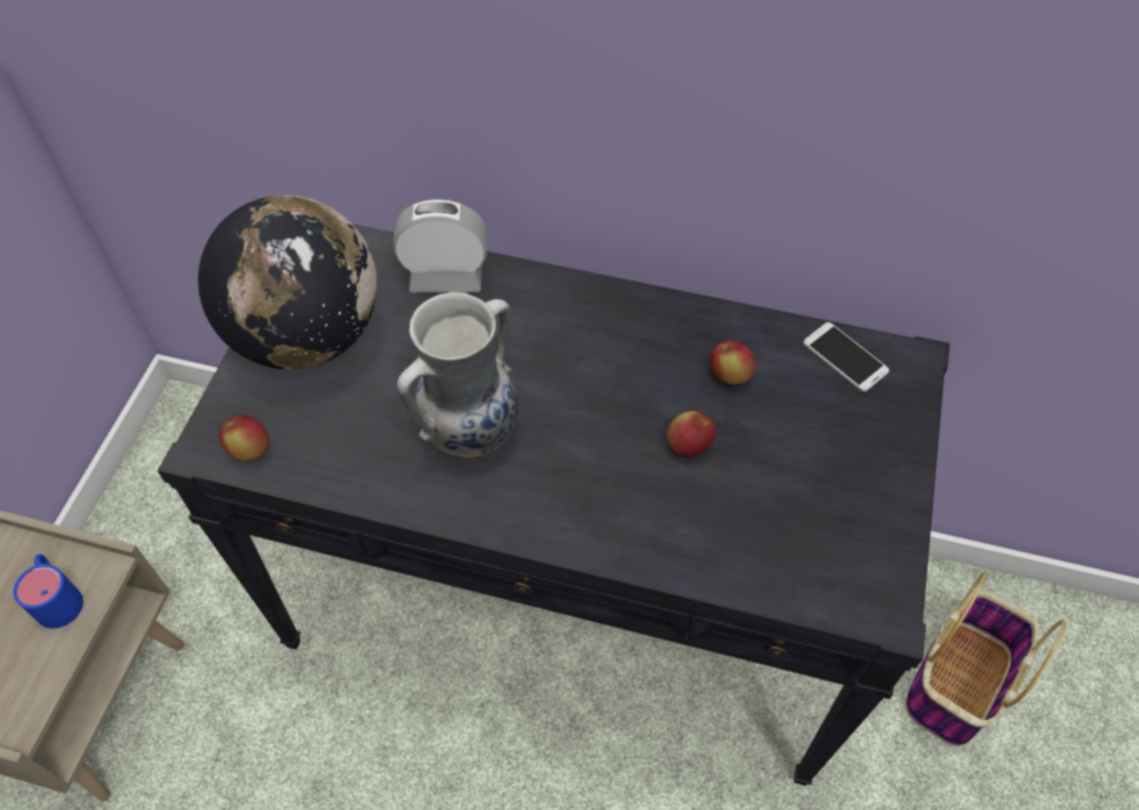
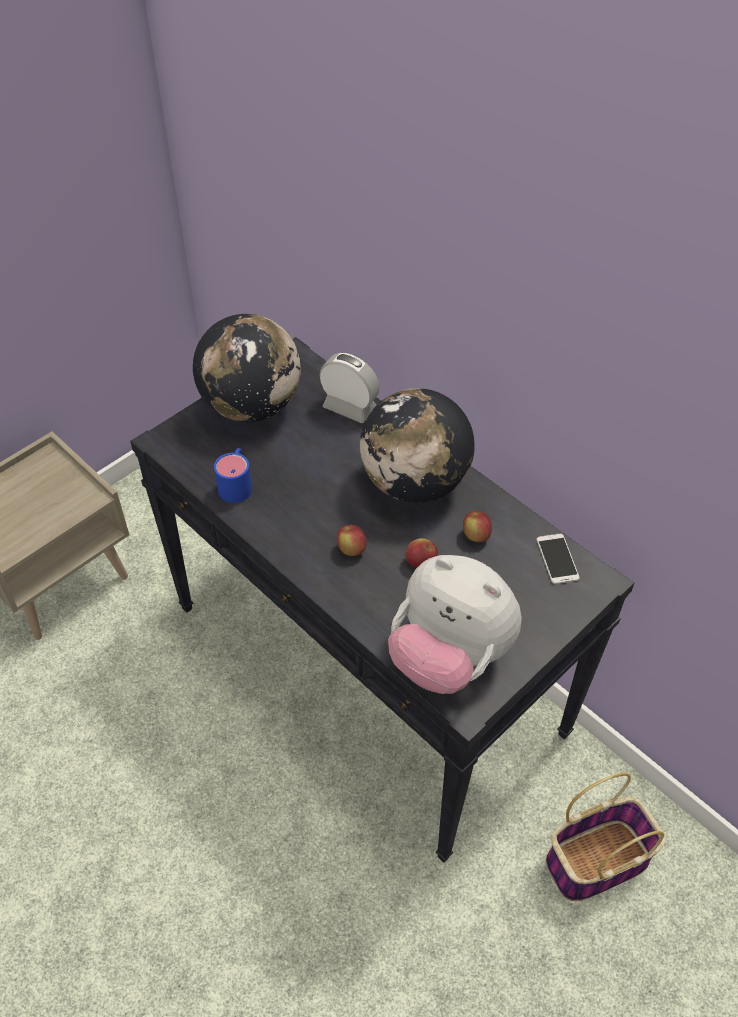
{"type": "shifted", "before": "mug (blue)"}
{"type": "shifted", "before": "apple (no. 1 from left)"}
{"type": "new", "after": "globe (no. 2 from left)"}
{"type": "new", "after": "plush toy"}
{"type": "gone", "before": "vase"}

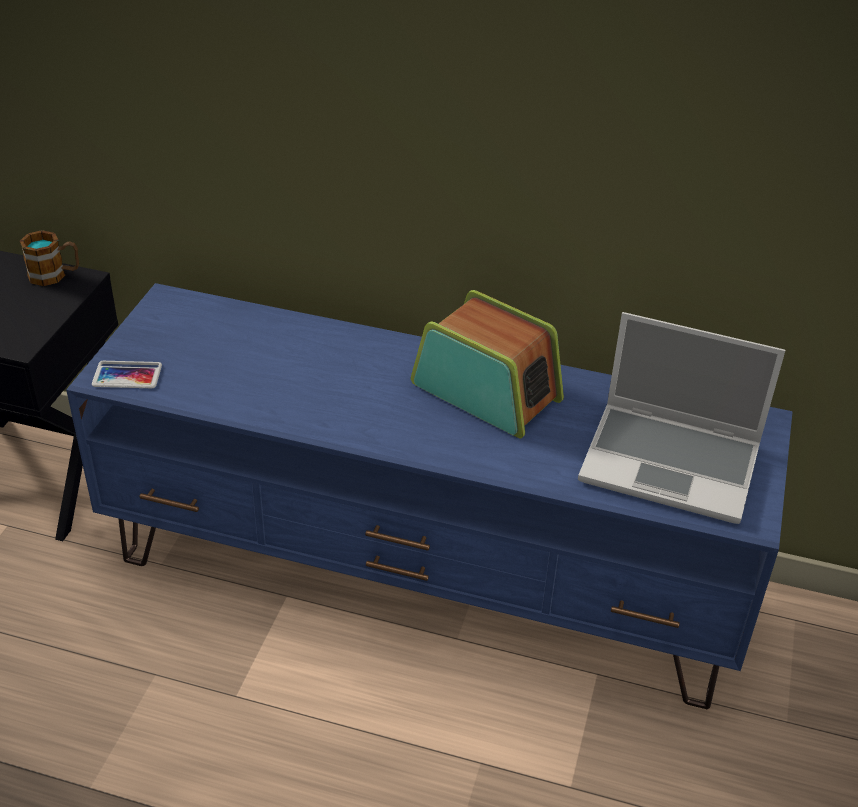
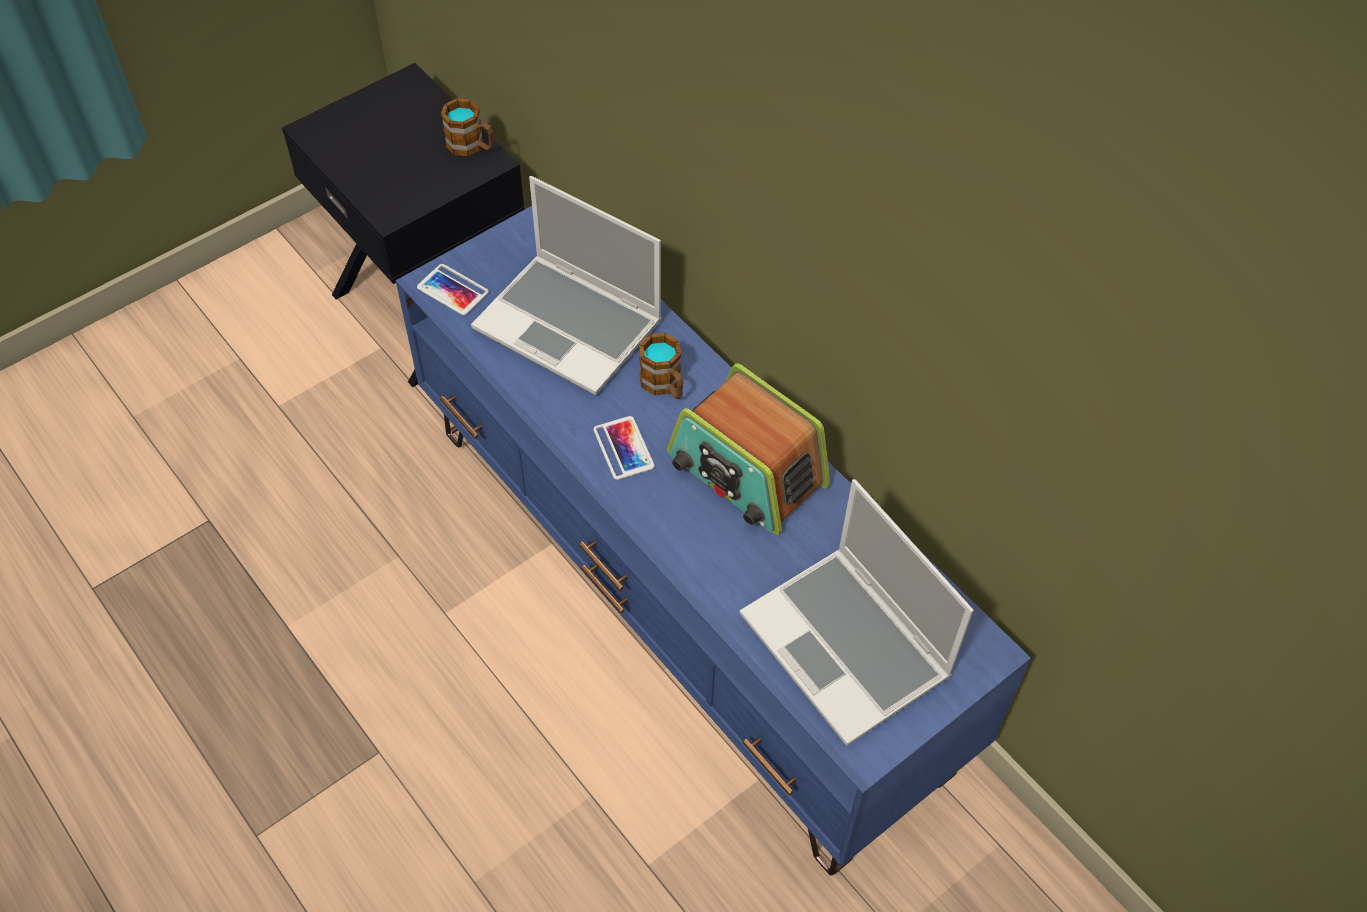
{"type": "new", "after": "laptop (no. 1 from left)"}
{"type": "new", "after": "phone (no. 2 from left)"}
{"type": "new", "after": "mug (no. 2 from left)"}
{"type": "rotated", "before": "radio", "turn": 150}

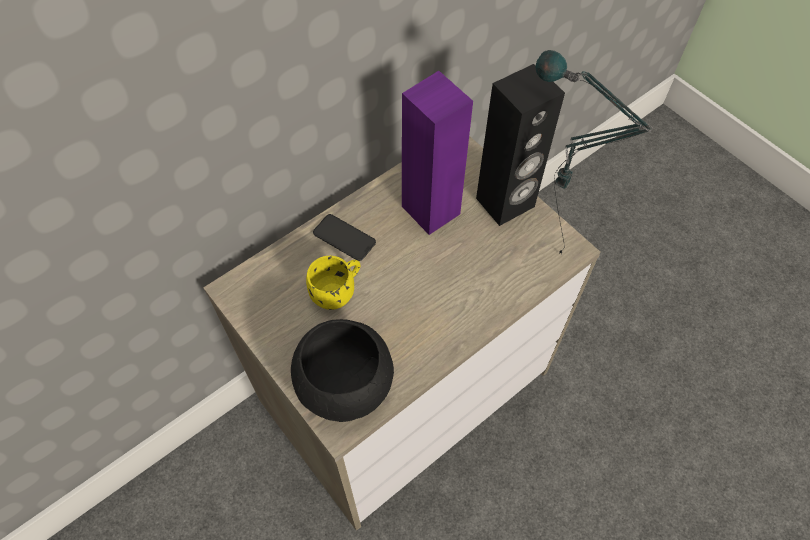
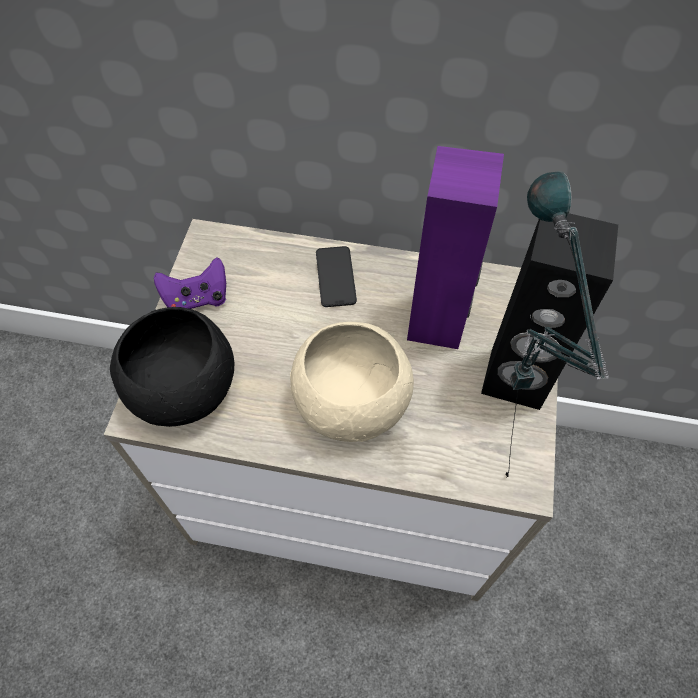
{"type": "new", "after": "game controller (purple)"}
{"type": "new", "after": "bowl (beige)"}
{"type": "gone", "before": "mug (yellow)"}

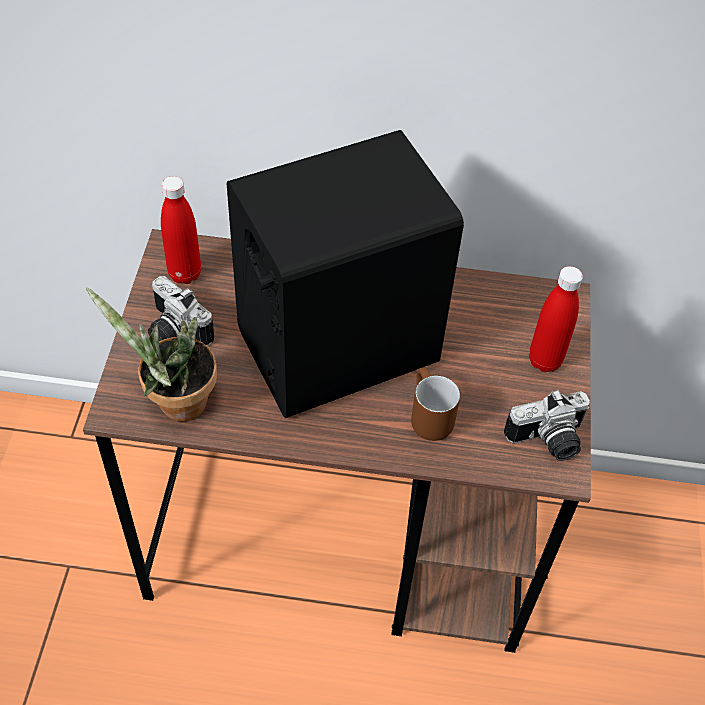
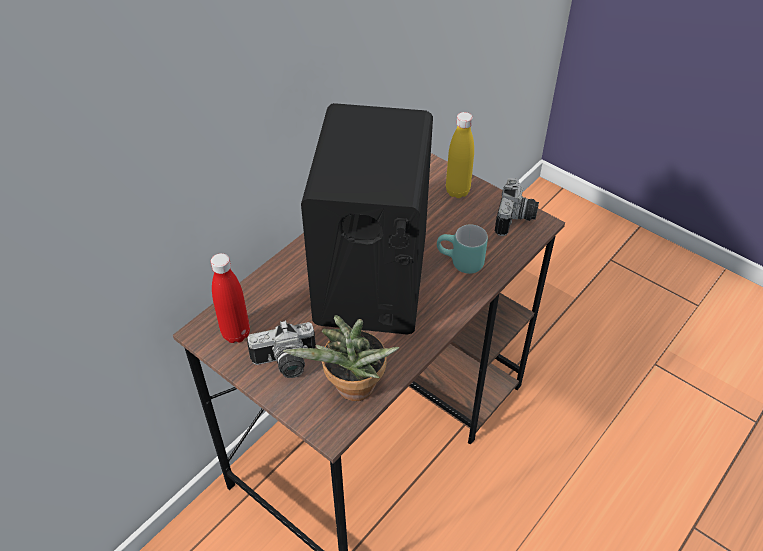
{"type": "repainted", "before": "mug (brown)", "after": "mug (turquoise)"}
{"type": "repainted", "before": "bottle (red) (no. 2 from left)", "after": "bottle (yellow)"}

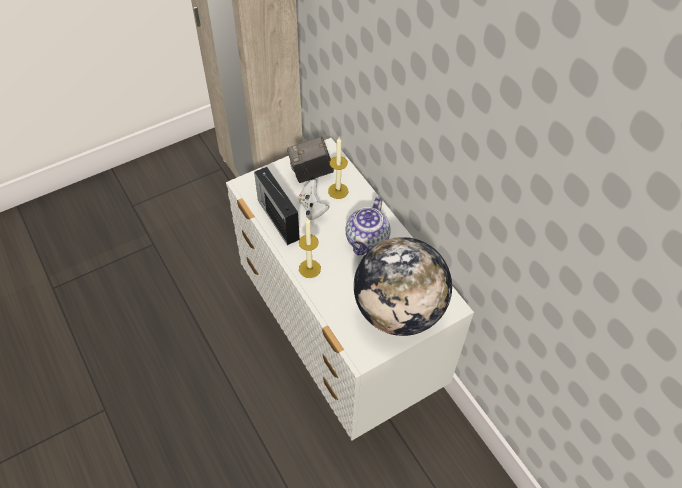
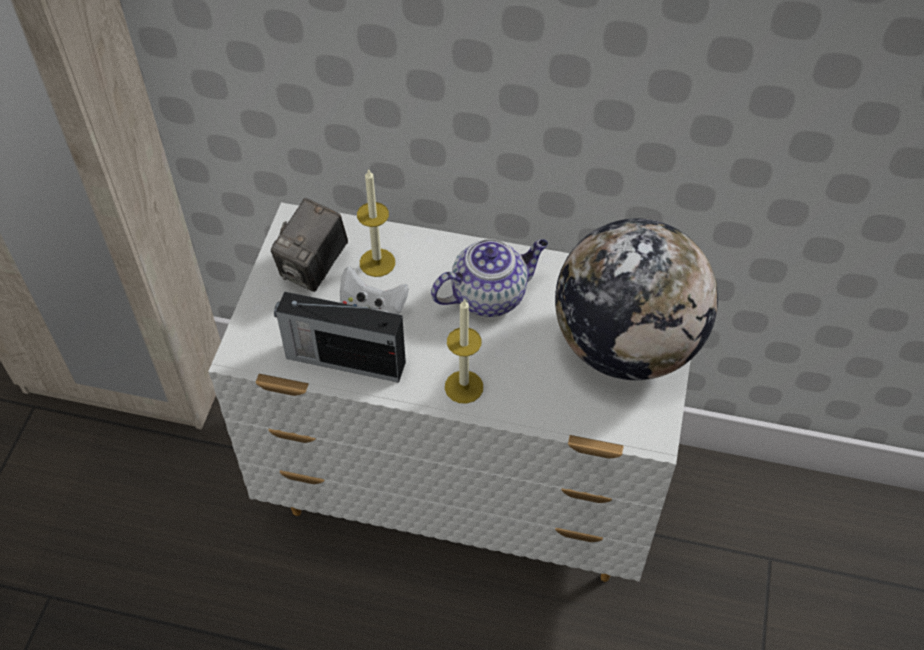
{"type": "rotated", "before": "teapot", "turn": -90}

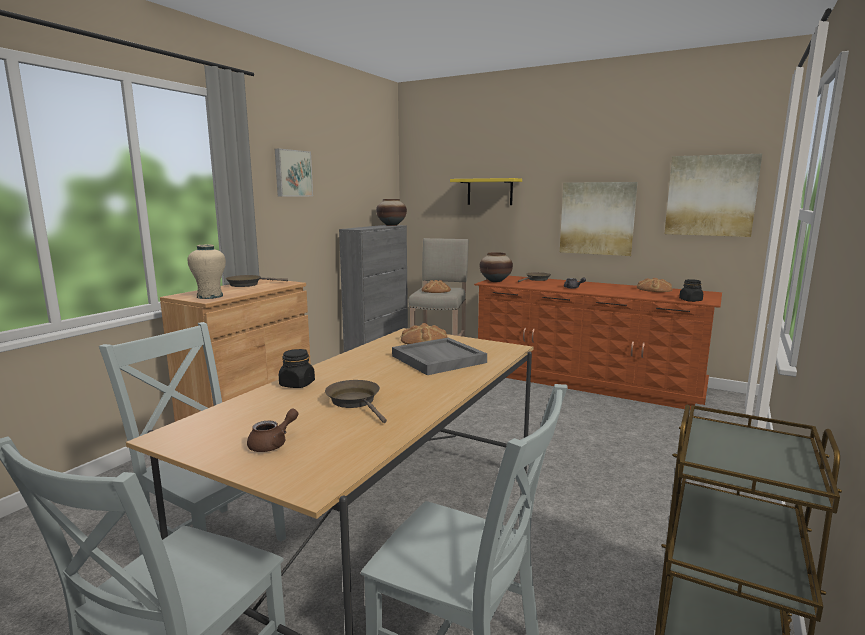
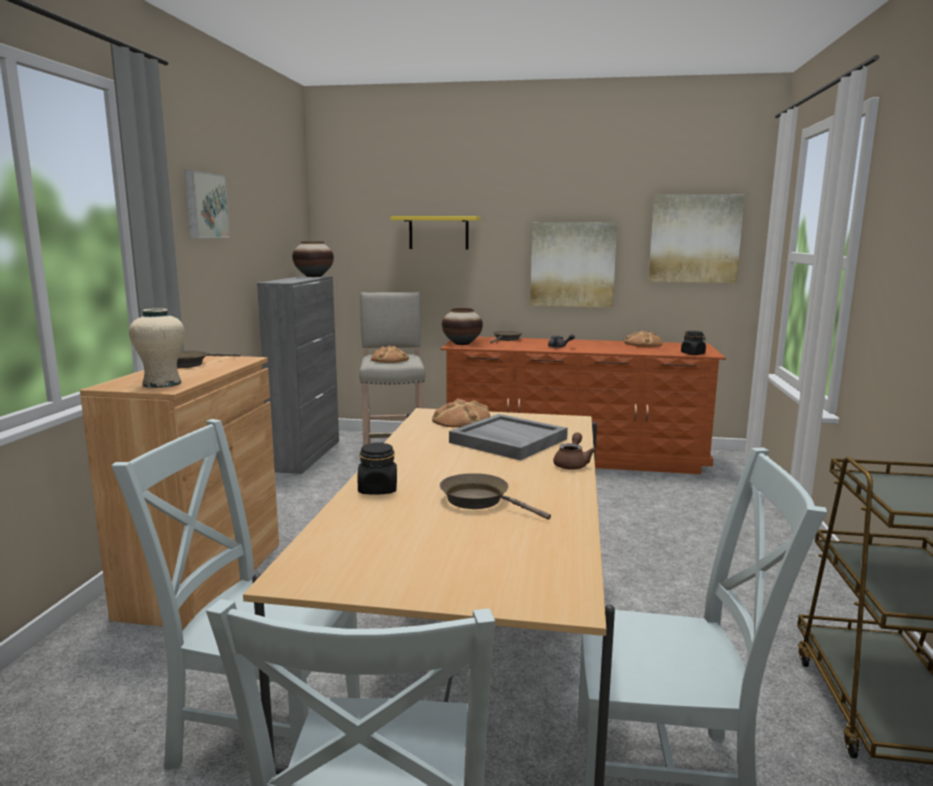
{"type": "shifted", "before": "teapot (brown)"}

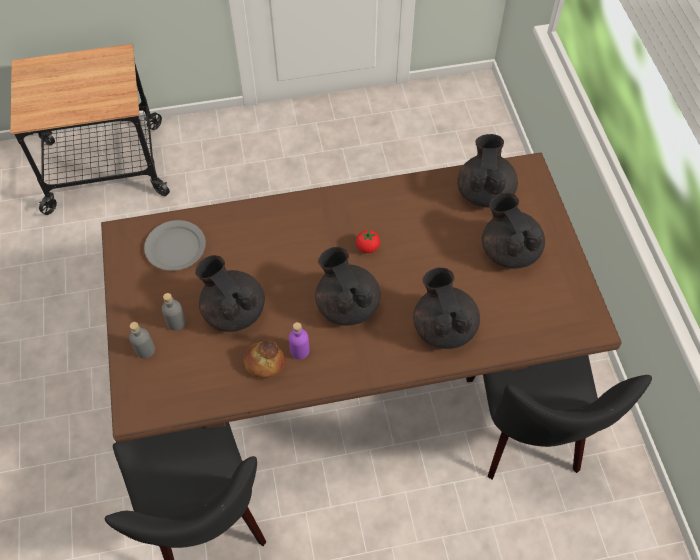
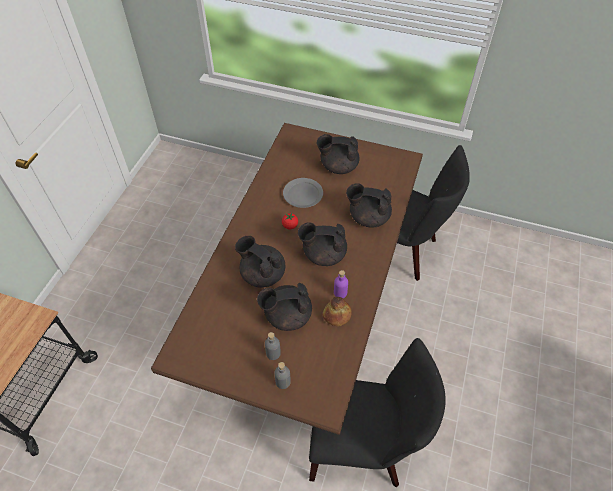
{"type": "shifted", "before": "teapot (black) (no. 4 from left in the first image)", "after": "teapot (black) (no. 1 from left)"}
{"type": "shifted", "before": "plate (grey)"}

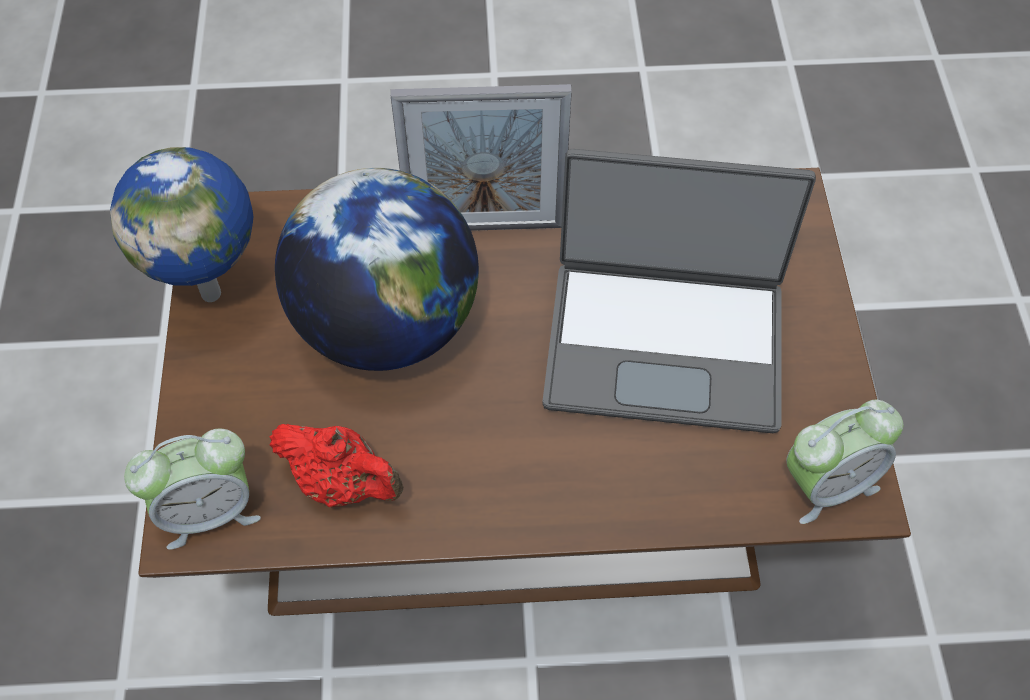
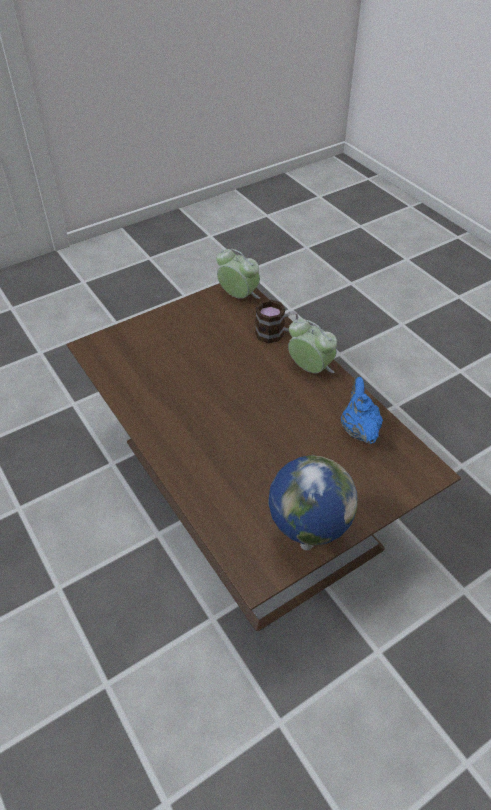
{"type": "new", "after": "mug"}
{"type": "shifted", "before": "alarm clock (no. 1 from left in the first image)", "after": "alarm clock (no. 2 from left)"}
{"type": "repainted", "before": "teapot (red)", "after": "teapot (blue)"}
{"type": "gone", "before": "globe (no. 2 from left)"}
{"type": "gone", "before": "picture frame"}
{"type": "gone", "before": "laptop"}

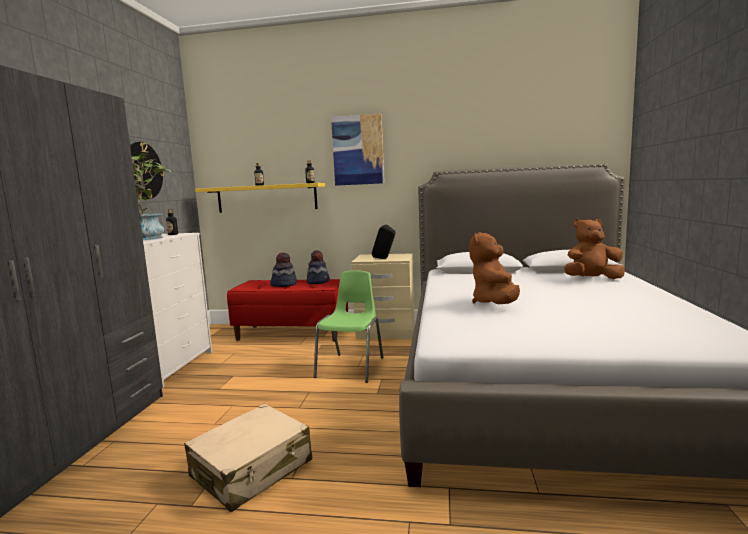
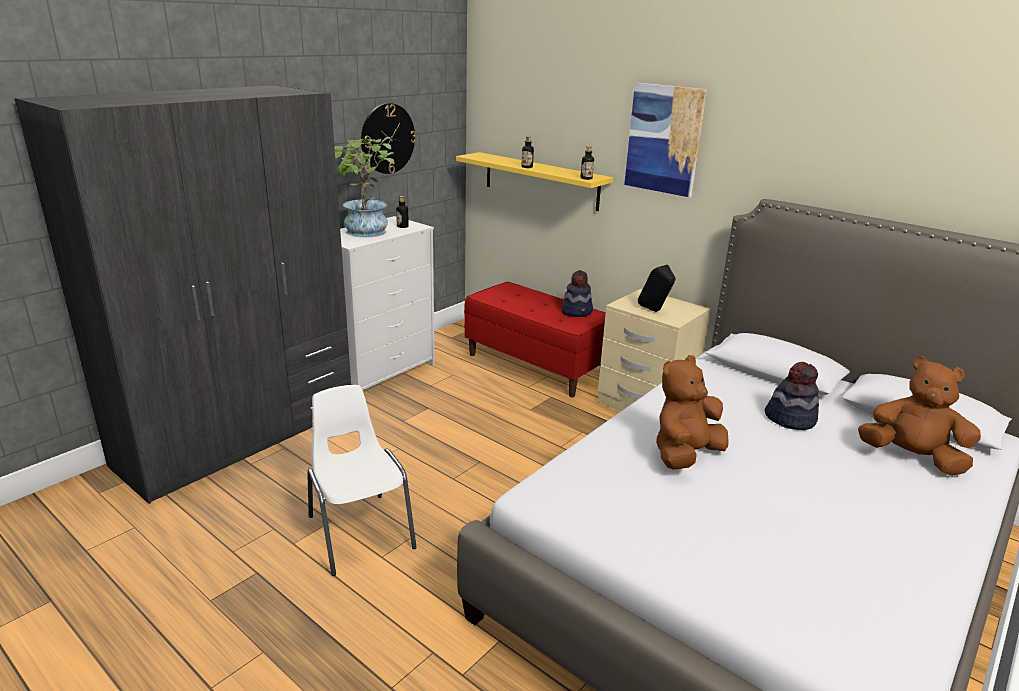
{"type": "swapped", "before": "suitcase (beige)", "after": "chair (white)"}
{"type": "shifted", "before": "hat (no. 1 from left in the first image)", "after": "hat (no. 2 from left)"}
{"type": "gone", "before": "chair (green)"}

